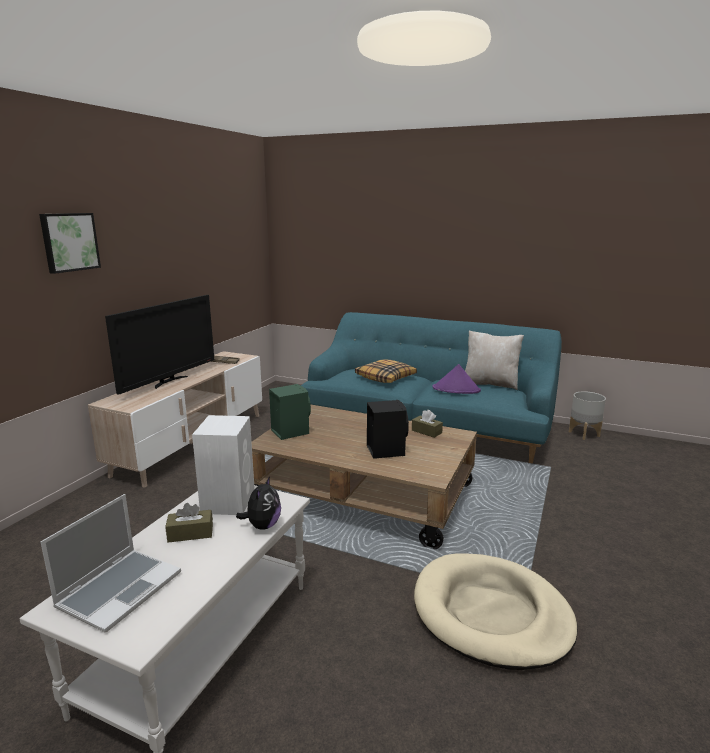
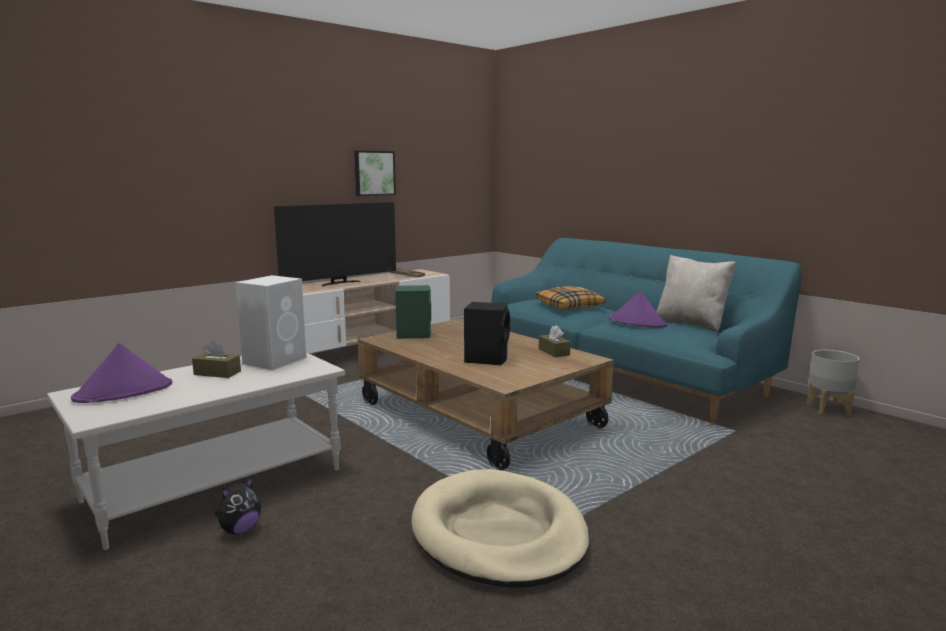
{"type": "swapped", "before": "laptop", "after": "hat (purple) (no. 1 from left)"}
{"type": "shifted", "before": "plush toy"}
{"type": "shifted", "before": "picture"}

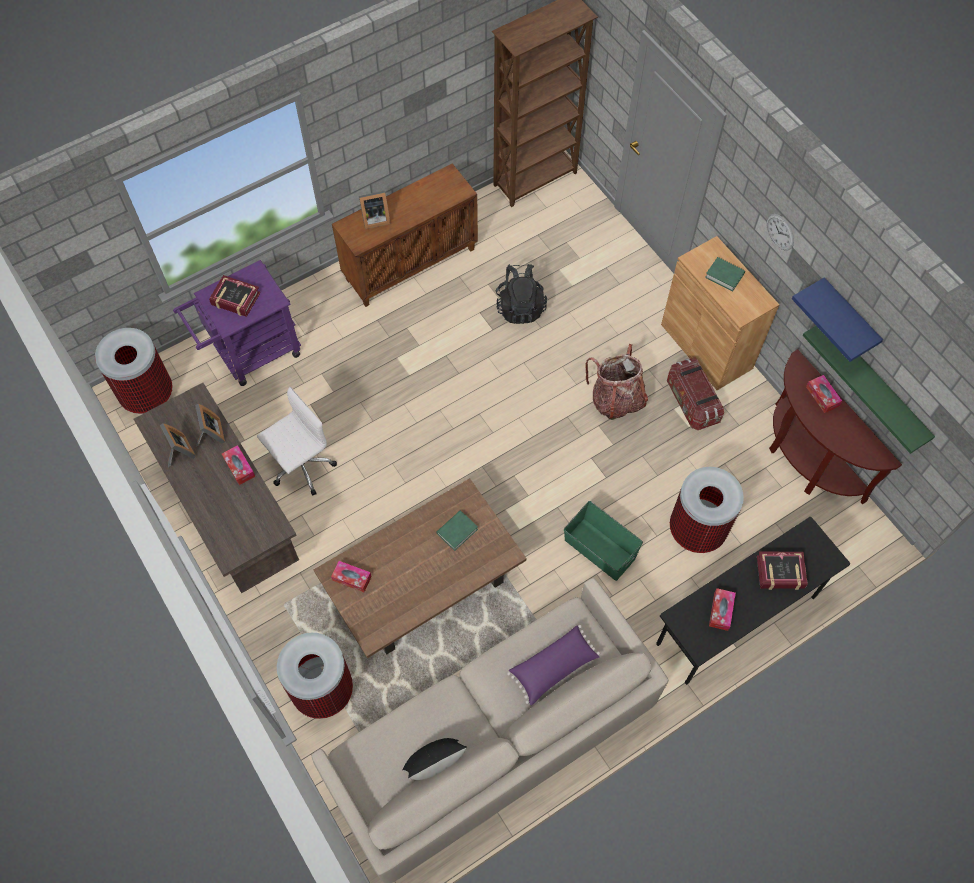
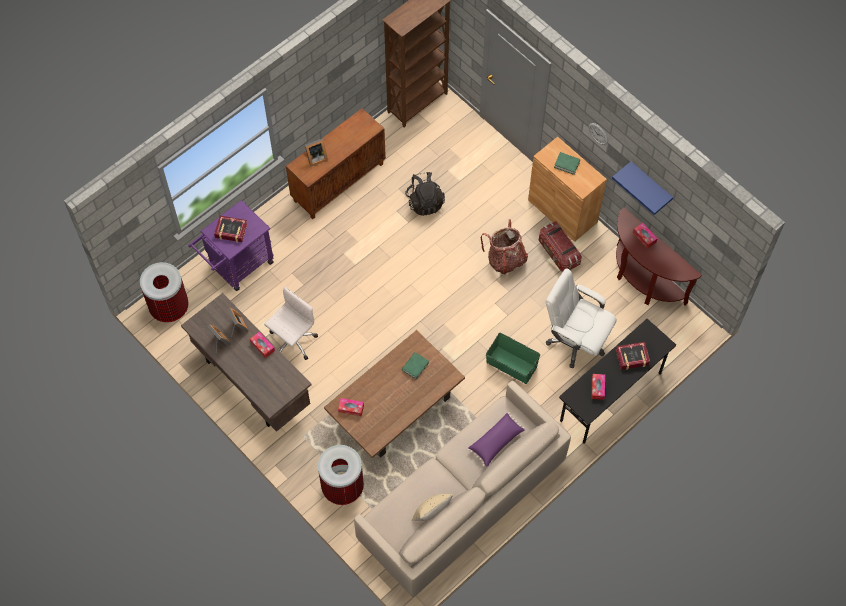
{"type": "repainted", "before": "pillow (black)", "after": "pillow (beige)"}
{"type": "swapped", "before": "trash can (no. 3 from left)", "after": "office chair (white) (no. 2 from left)"}
{"type": "gone", "before": "shelf (green)"}

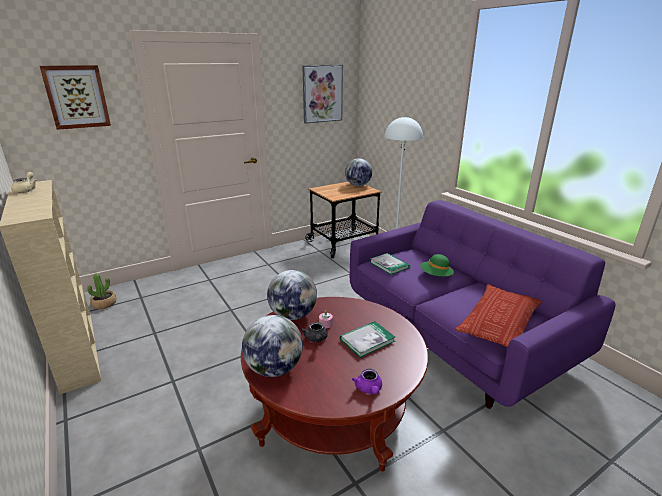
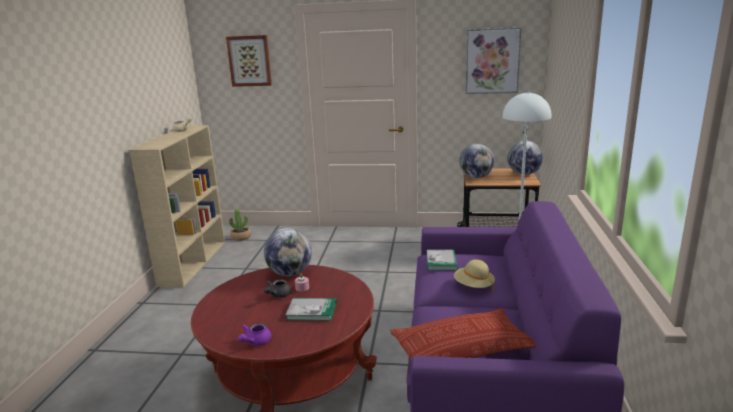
{"type": "repainted", "before": "hat (green)", "after": "hat (beige)"}
{"type": "shifted", "before": "globe (no. 1 from left in the first image)", "after": "globe (no. 2 from left)"}

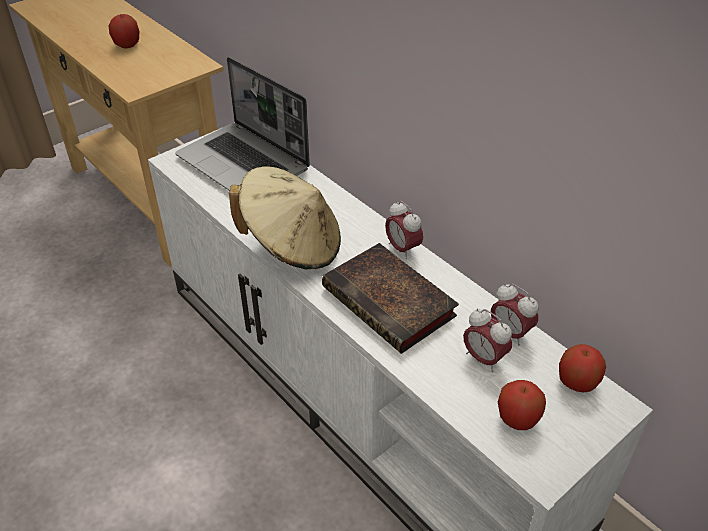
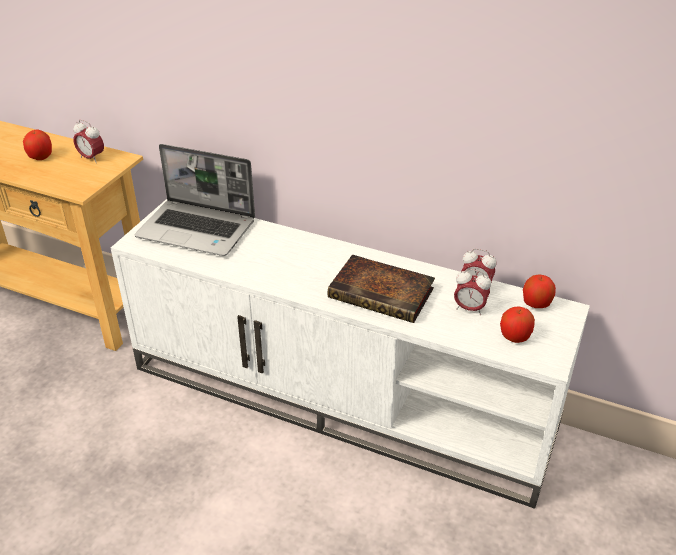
{"type": "shifted", "before": "alarm clock (no. 1 from left)"}
{"type": "gone", "before": "hat (beige)"}

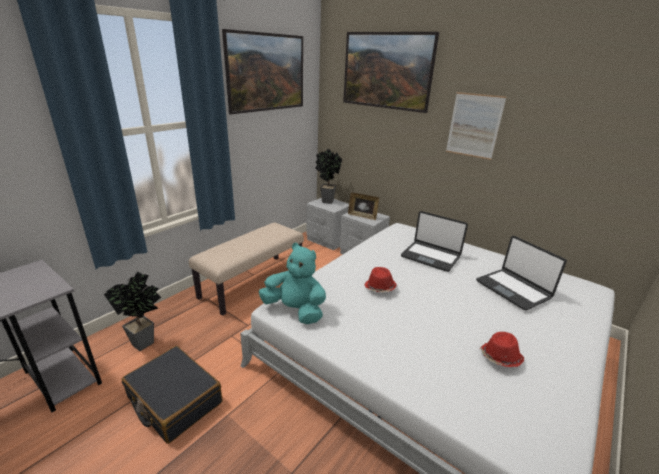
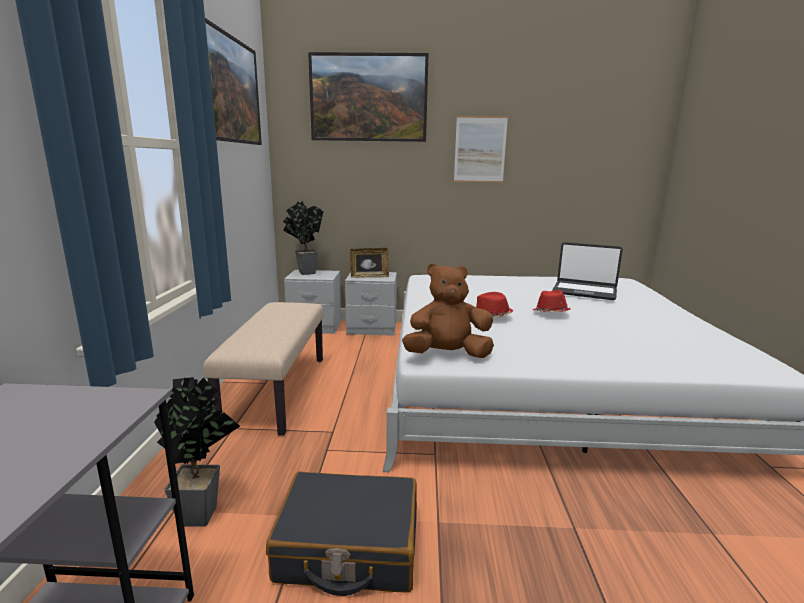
{"type": "repainted", "before": "plush toy (turquoise)", "after": "plush toy (brown)"}
{"type": "shifted", "before": "hat (red) (no. 2 from left)"}
{"type": "gone", "before": "laptop (no. 1 from left)"}

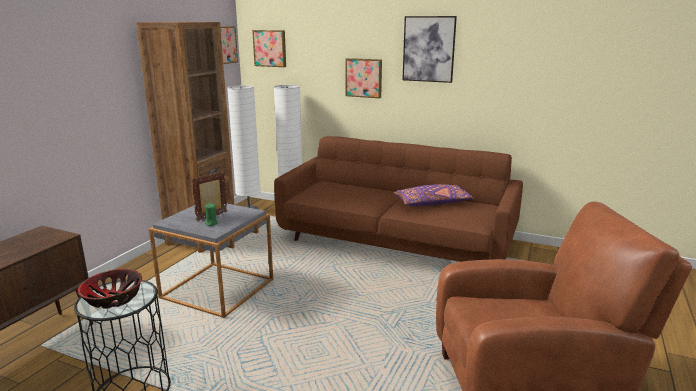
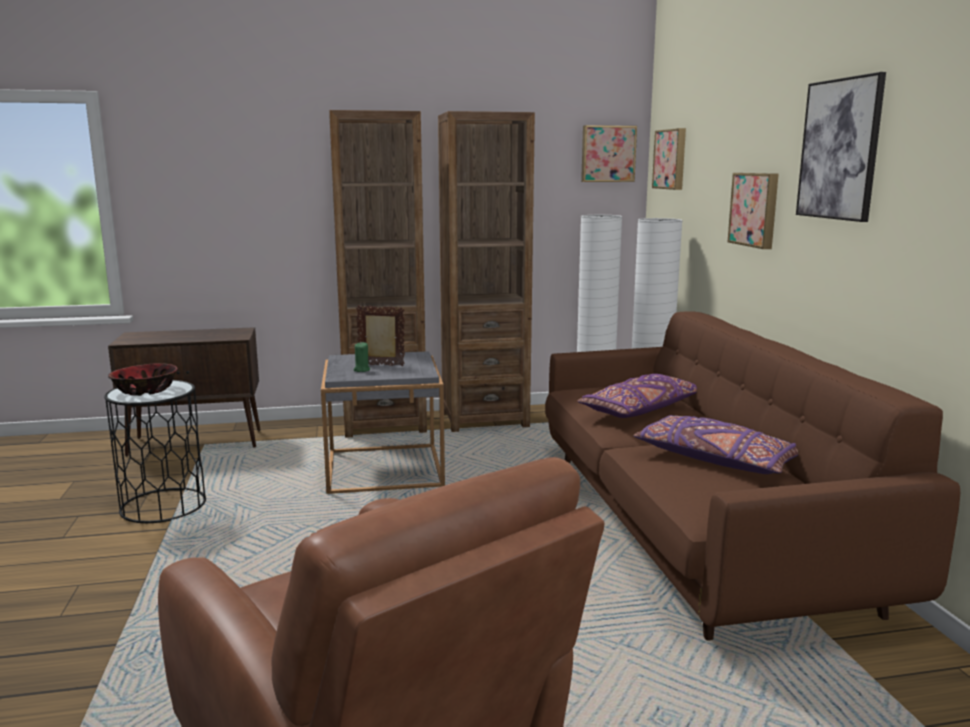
{"type": "new", "after": "bookcase (brown) (no. 1 from left)"}
{"type": "new", "after": "pillow (purple) (no. 1 from left)"}

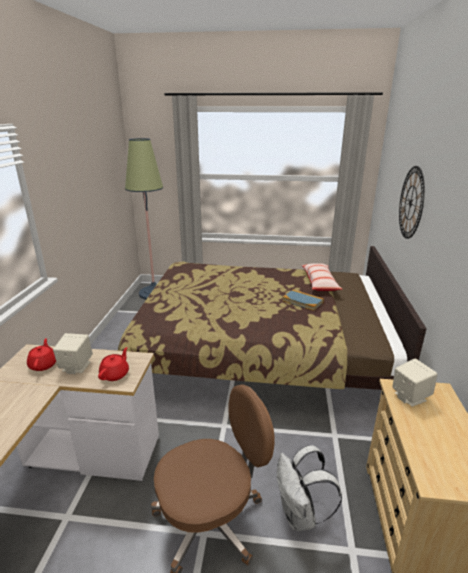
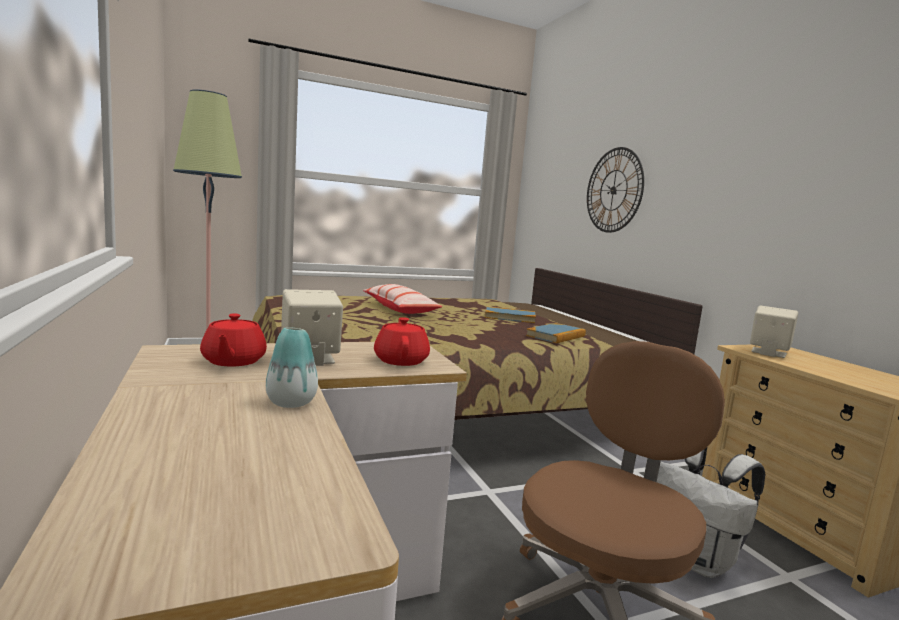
{"type": "rotated", "before": "teapot (red) (no. 1 from left)", "turn": -150}
{"type": "new", "after": "vase"}
{"type": "shifted", "before": "pillow"}
{"type": "new", "after": "book (no. 2 from left)"}

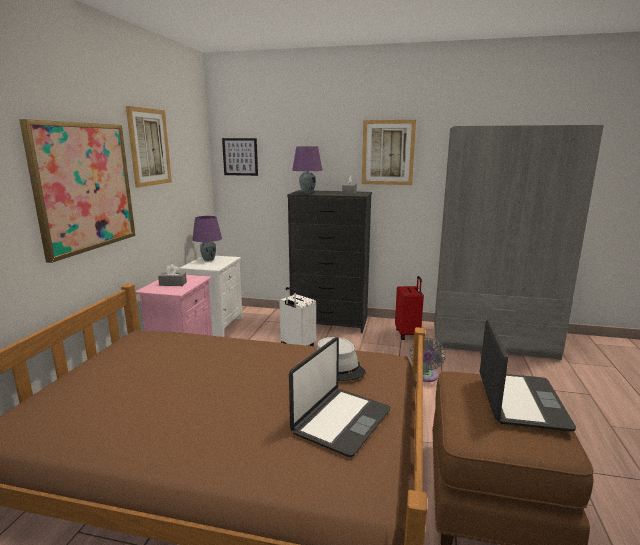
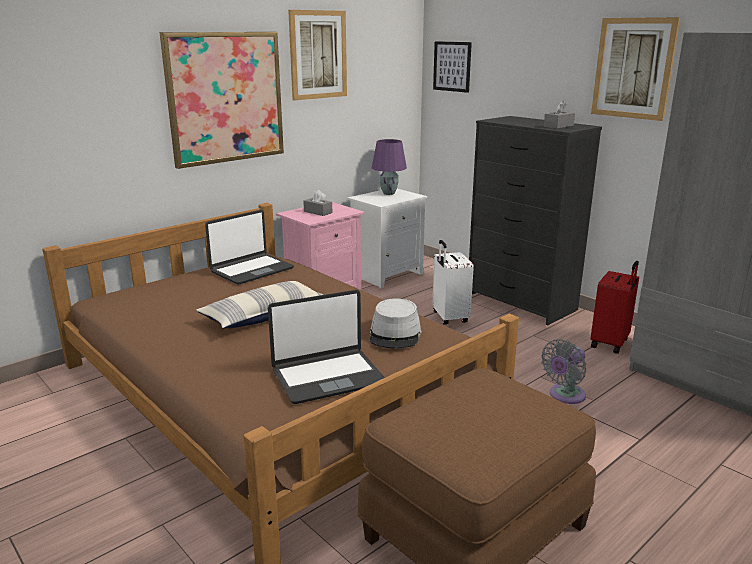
{"type": "new", "after": "pillow"}
{"type": "shifted", "before": "laptop (no. 2 from left in the first image)", "after": "laptop (no. 1 from left)"}
{"type": "gone", "before": "table lamp (purple) (no. 2 from left)"}

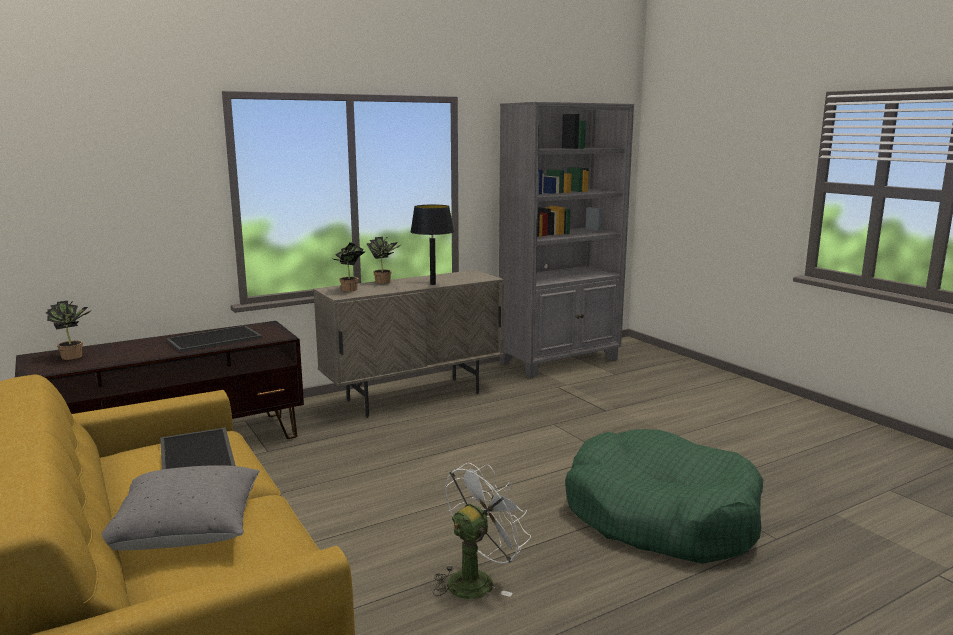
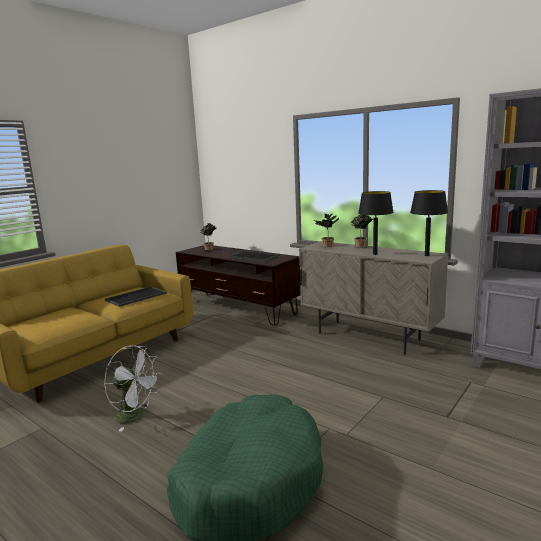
{"type": "new", "after": "table lamp (black) (no. 2 from left)"}
{"type": "gone", "before": "pillow (grey)"}

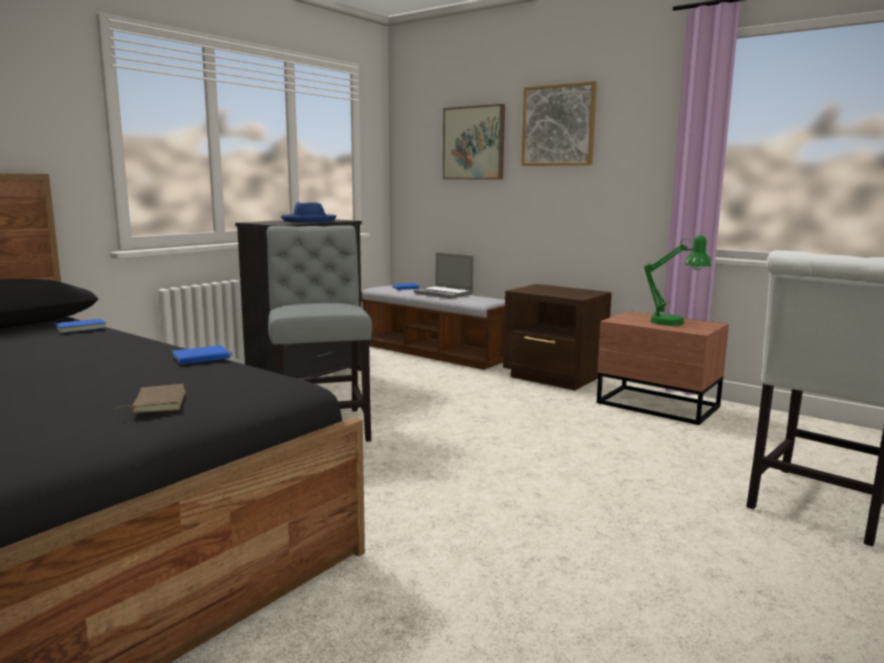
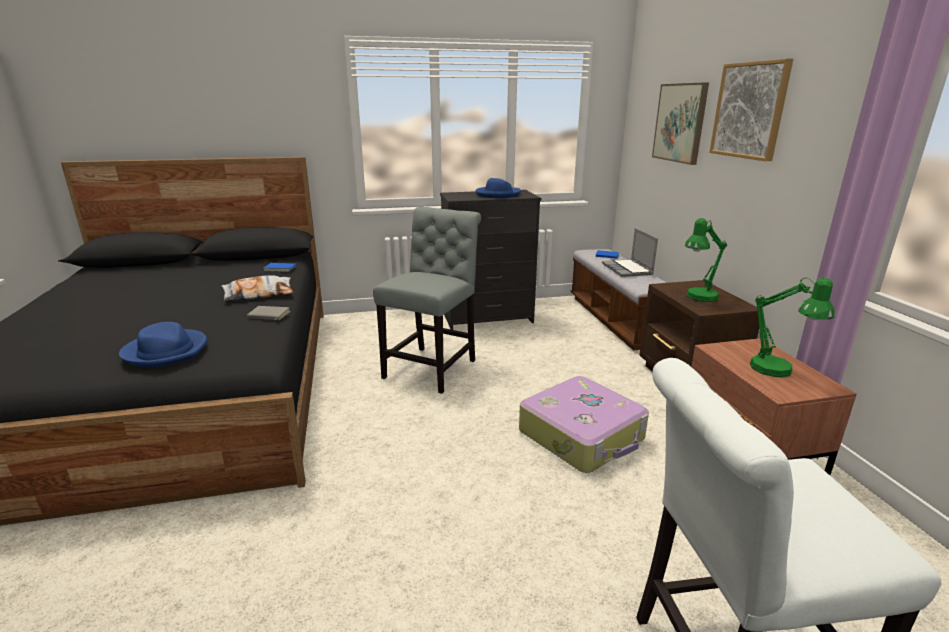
{"type": "swapped", "before": "book (brown)", "after": "hat (blue) (no. 1 from left)"}
{"type": "new", "after": "pillow"}
{"type": "repainted", "before": "book (blue) (no. 2 from left)", "after": "book (grey)"}
{"type": "new", "after": "suitcase"}
{"type": "new", "after": "table lamp (green) (no. 1 from left)"}

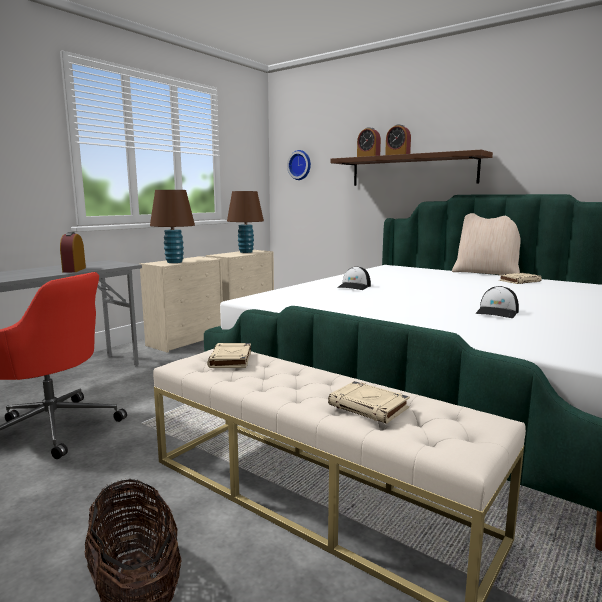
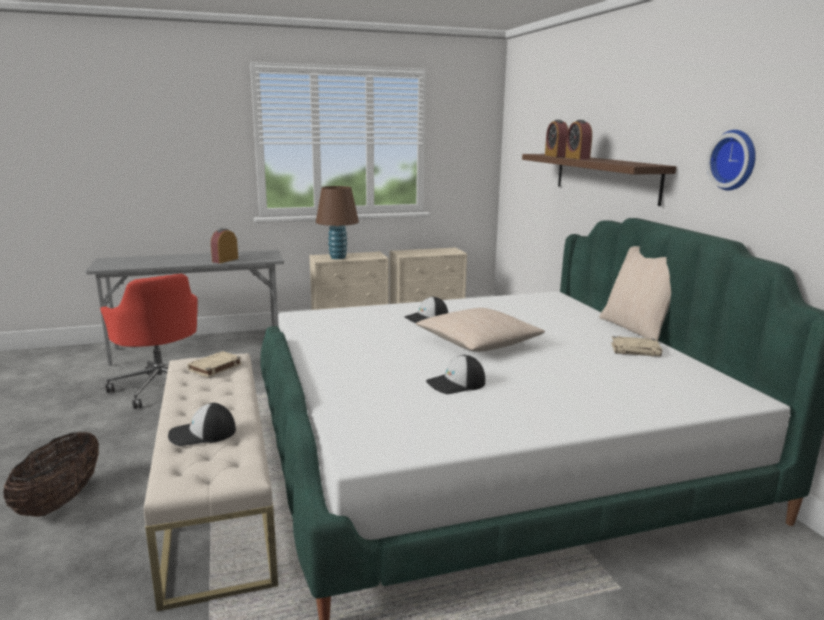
{"type": "swapped", "before": "book (beige) (no. 2 from left)", "after": "cap (no. 1 from left)"}
{"type": "new", "after": "pillow (beige) (no. 1 from left)"}
{"type": "shifted", "before": "wall clock"}
{"type": "gone", "before": "table lamp (brown) (no. 2 from left)"}

